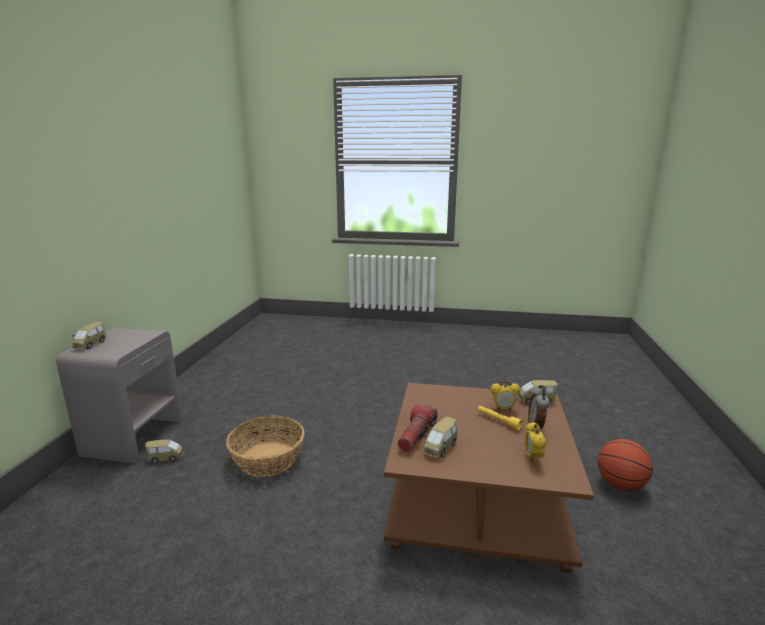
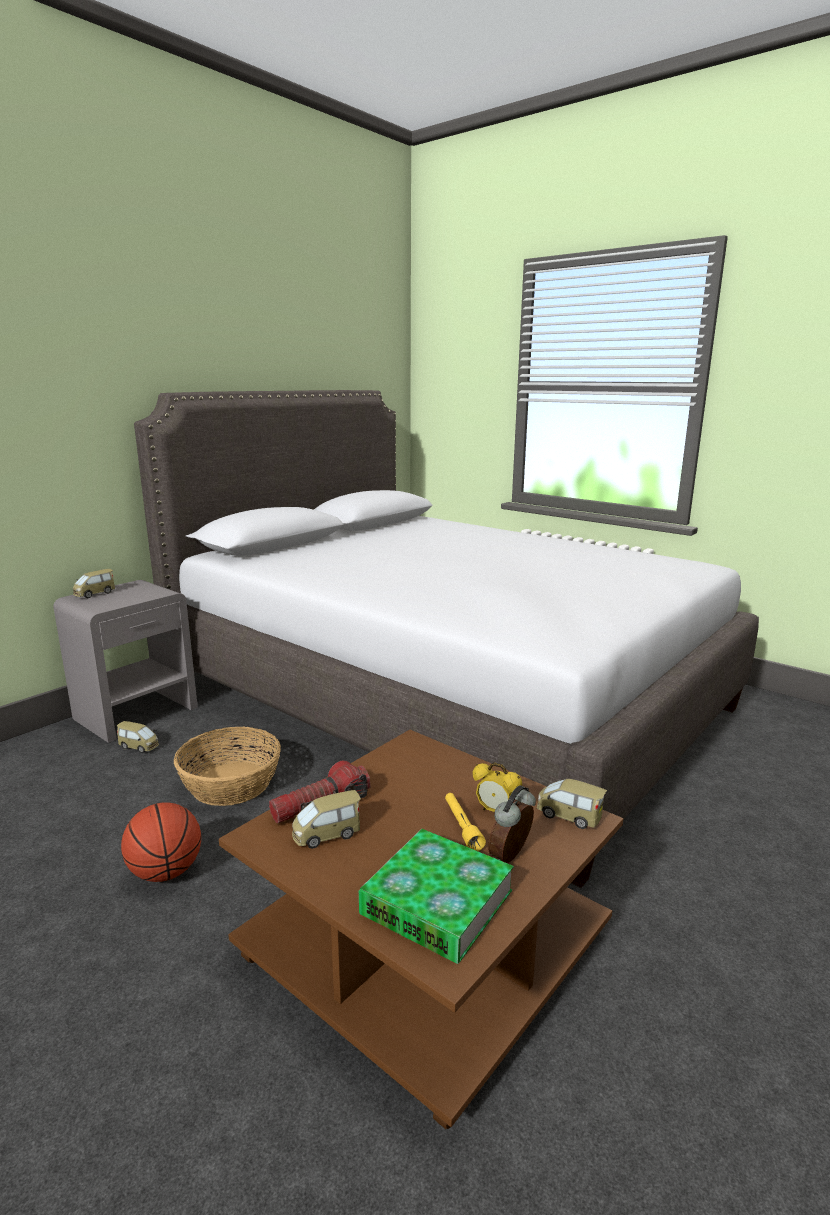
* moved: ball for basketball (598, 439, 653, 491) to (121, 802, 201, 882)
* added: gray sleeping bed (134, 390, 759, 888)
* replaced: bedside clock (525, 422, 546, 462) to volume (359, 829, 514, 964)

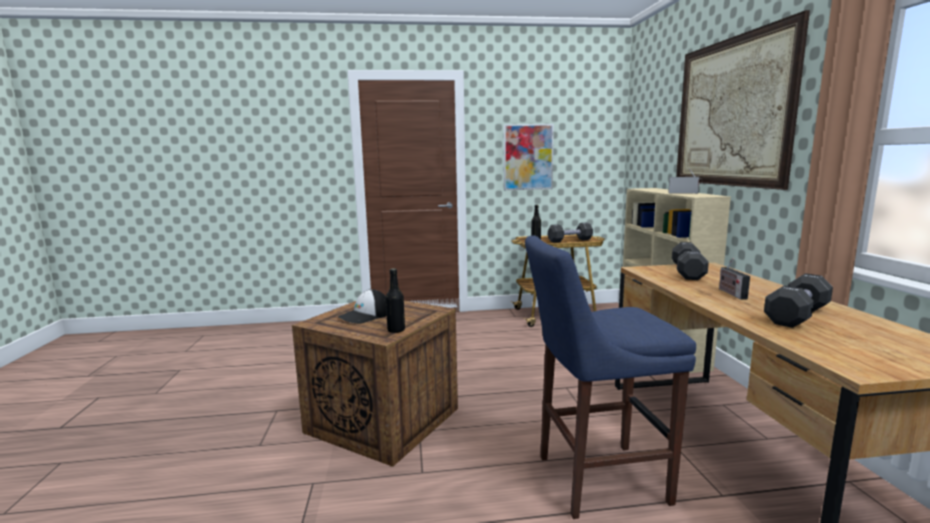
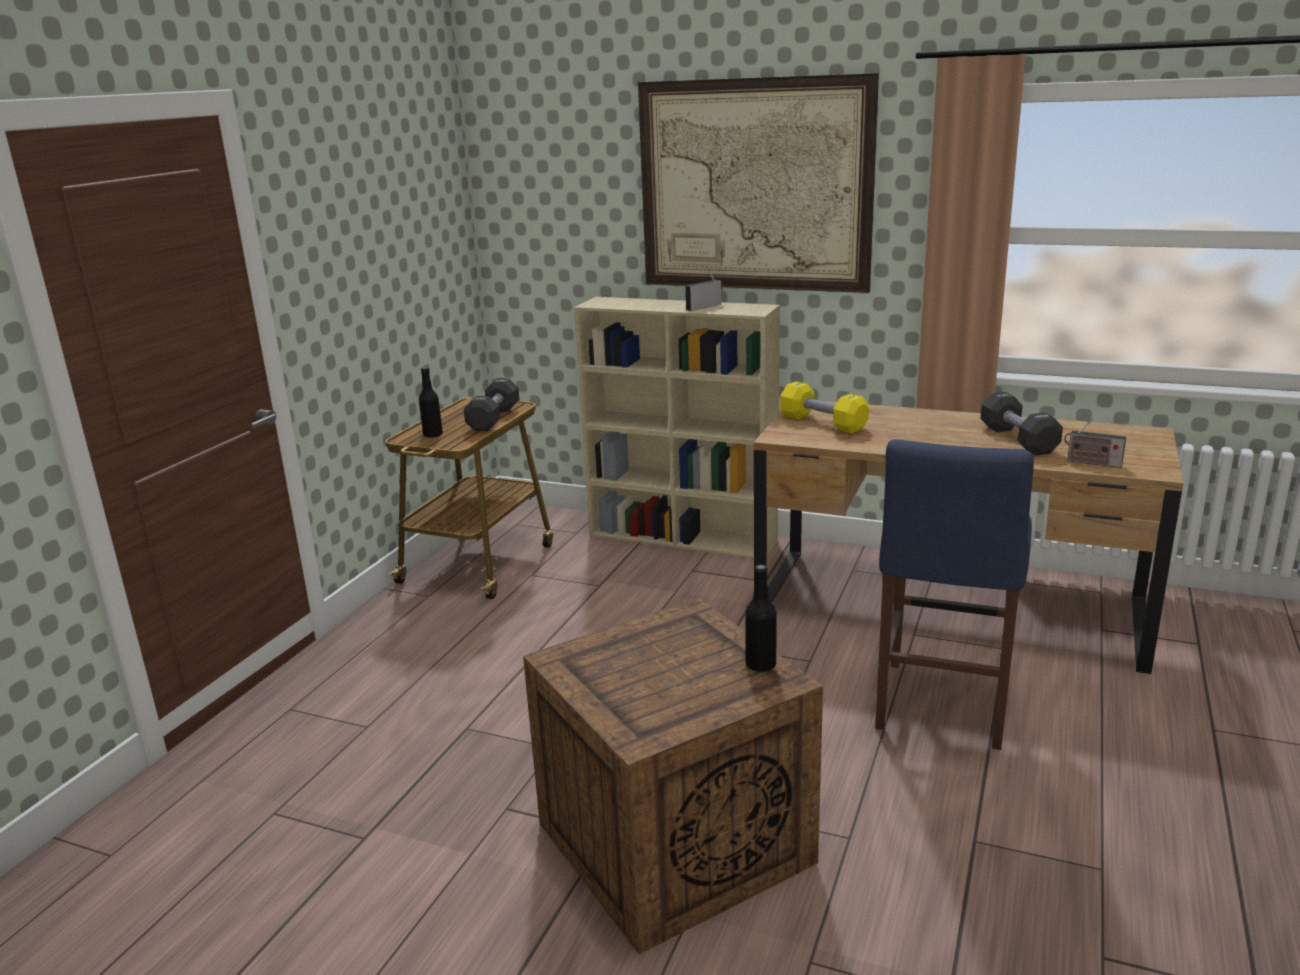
* recoloured: black free weight (672, 242, 709, 280) to yellowish free weight (780, 381, 869, 434)
* moved: radio receiver (719, 258, 750, 300) to (1064, 418, 1126, 468)
* removed: cap (338, 289, 387, 324)
* removed: wall picture (504, 124, 554, 190)

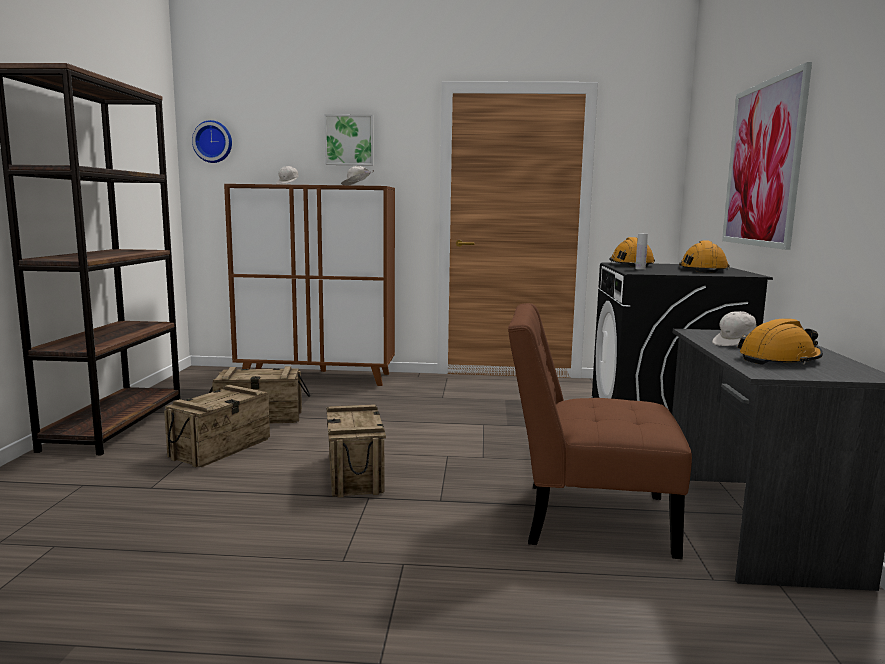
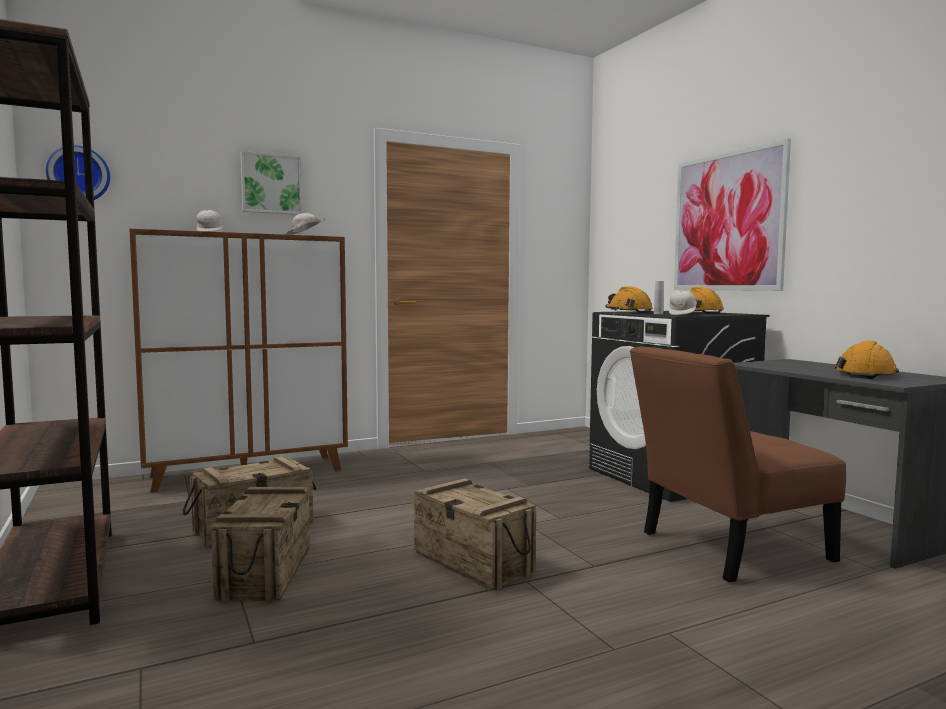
* moved: white-coloured cap (712, 311, 756, 346) to (669, 290, 697, 315)

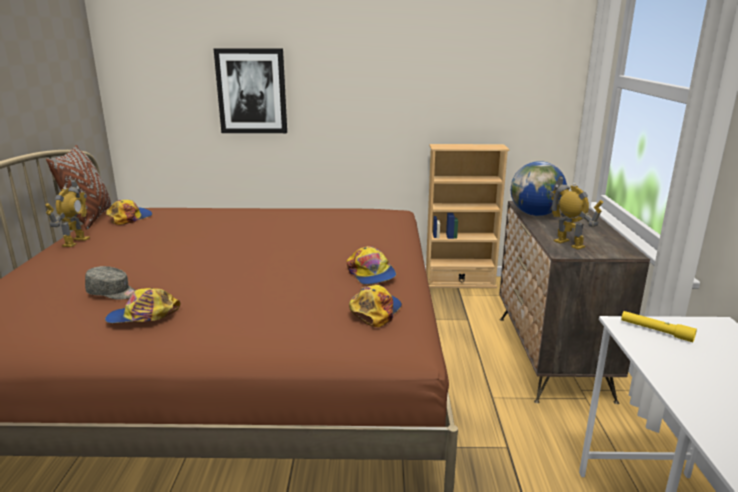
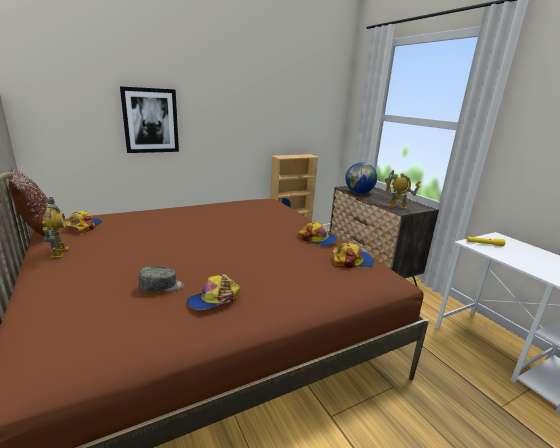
* turned: cap (349, 285, 402, 327) = (333, 242, 374, 268) 90 degrees clockwise

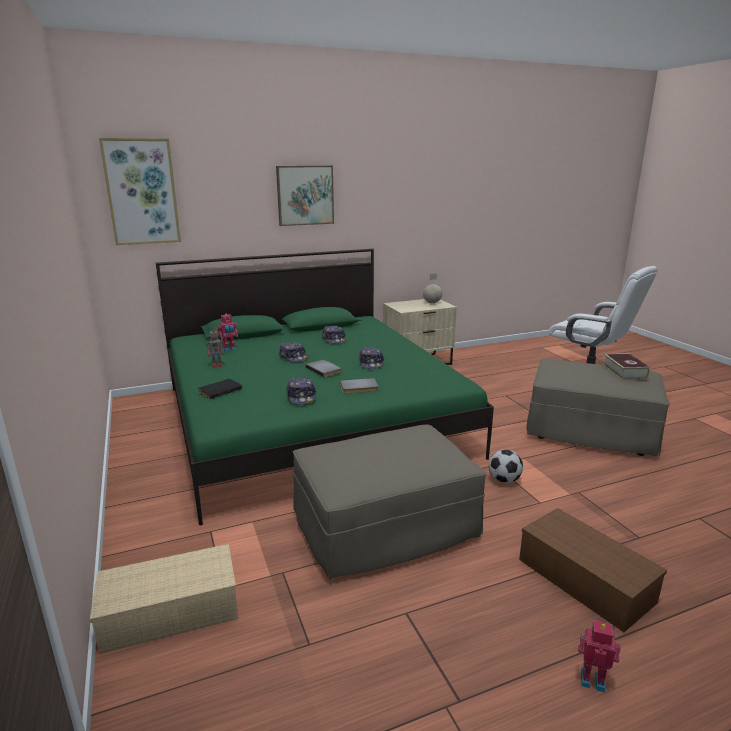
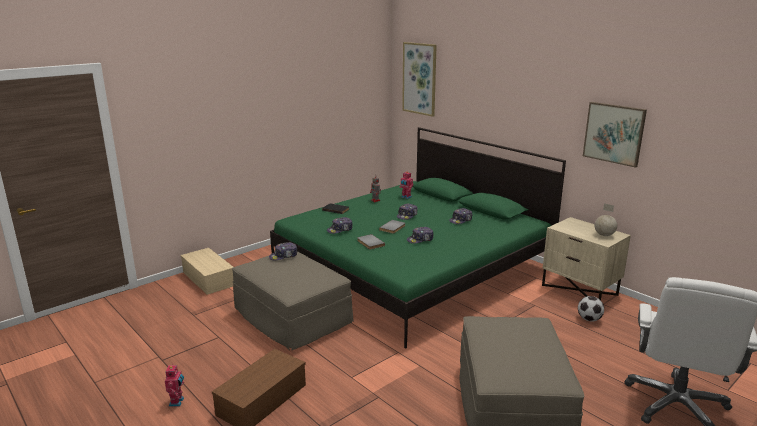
* added: cap (269, 242, 297, 260)
* moved: football (489, 449, 523, 483) to (578, 296, 604, 322)
* moved: wall picture (276, 166, 334, 226) to (583, 102, 647, 168)
* removed: volume (603, 353, 650, 380)

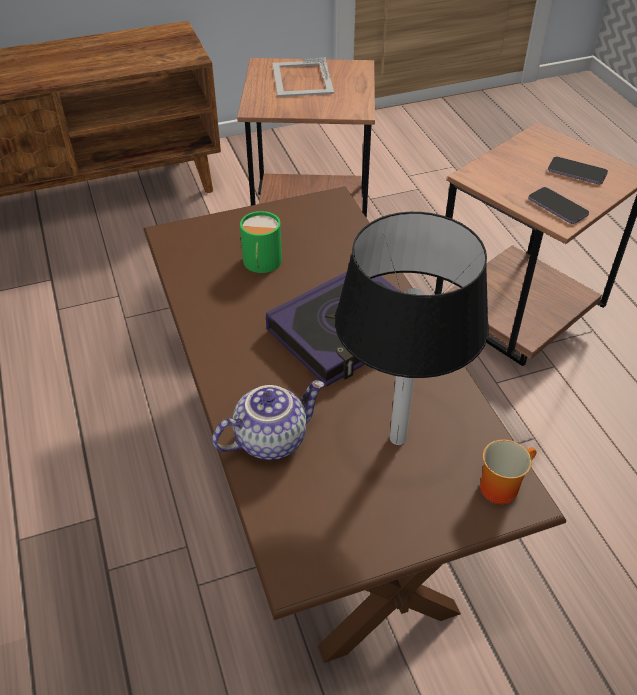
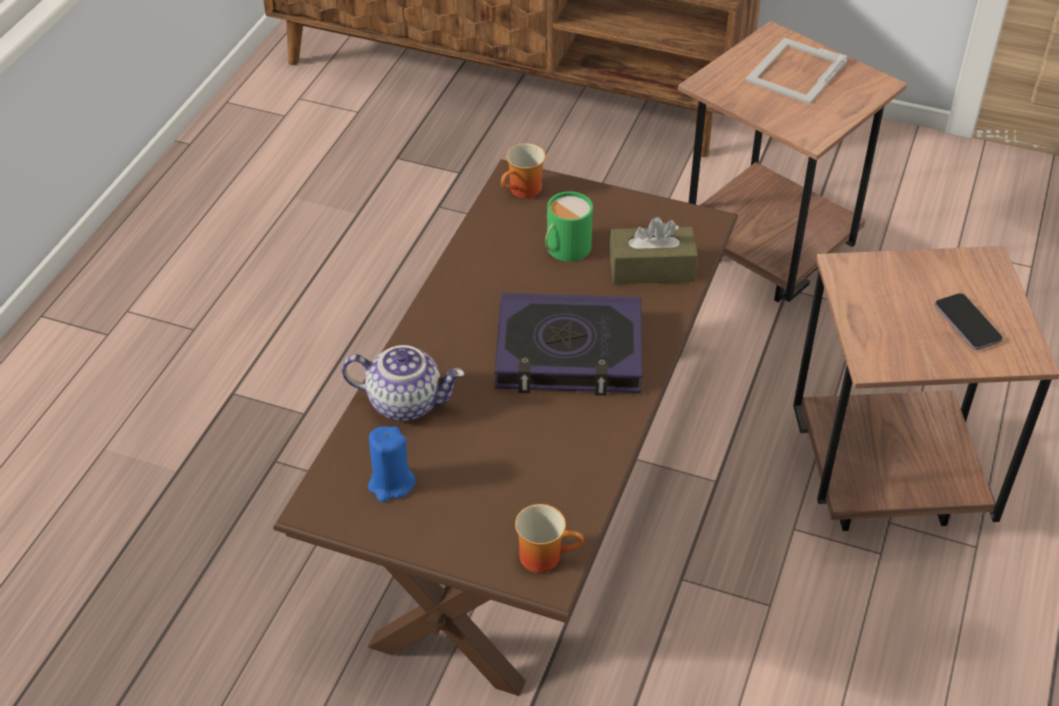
* added: blue-coloured wax light (368, 426, 416, 502)
* added: mug (501, 143, 546, 198)
* added: brown-coloured box of tissues (609, 217, 698, 284)
* removed: black lamp for a table (335, 212, 489, 445)
* removed: telephone (528, 187, 589, 224)

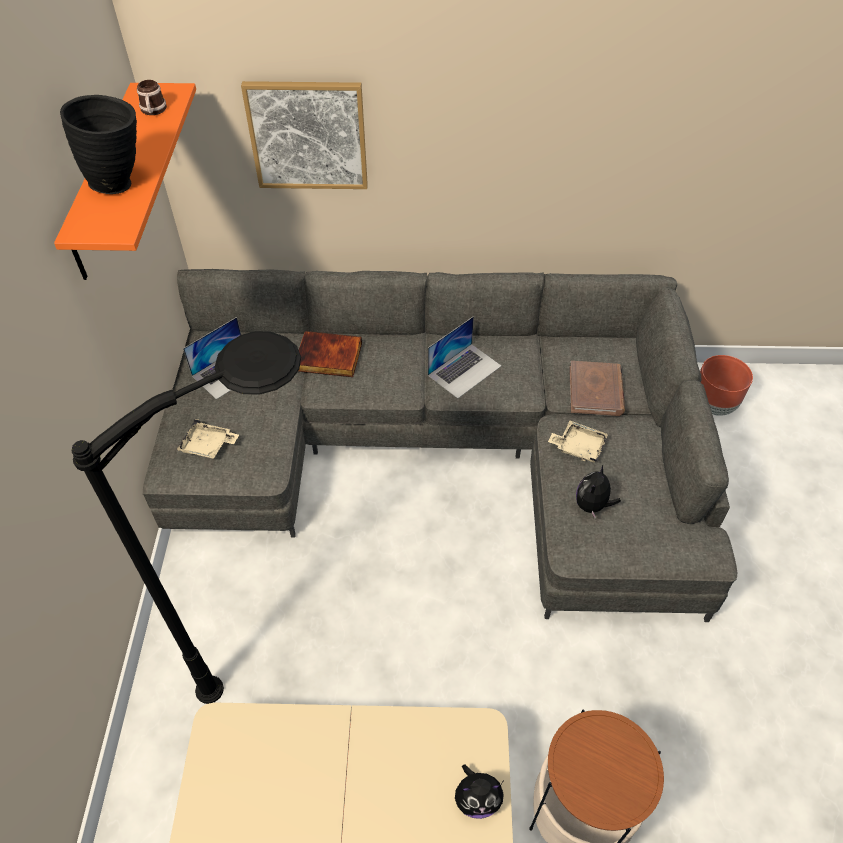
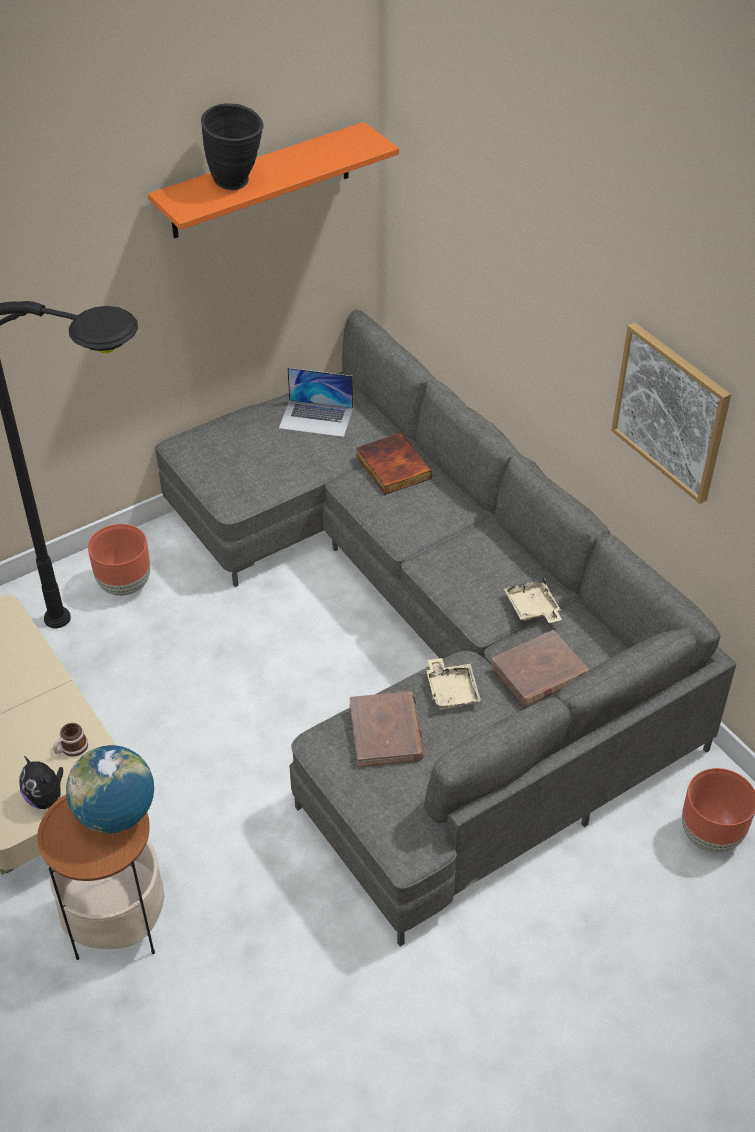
* moved: mug (137, 80, 167, 115) to (53, 723, 88, 757)
* added: world globe (66, 745, 154, 833)
* added: brown-coloured plant pot (88, 524, 150, 596)
* replaced: soft toy (576, 465, 621, 519) to brown-coloured volume (349, 691, 425, 767)
* moved: beige-coloured carrying tray (176, 419, 239, 459) to (503, 576, 562, 623)
* moved: wall picture (241, 81, 368, 189) to (611, 323, 731, 504)
* removed: laptop (428, 316, 501, 399)

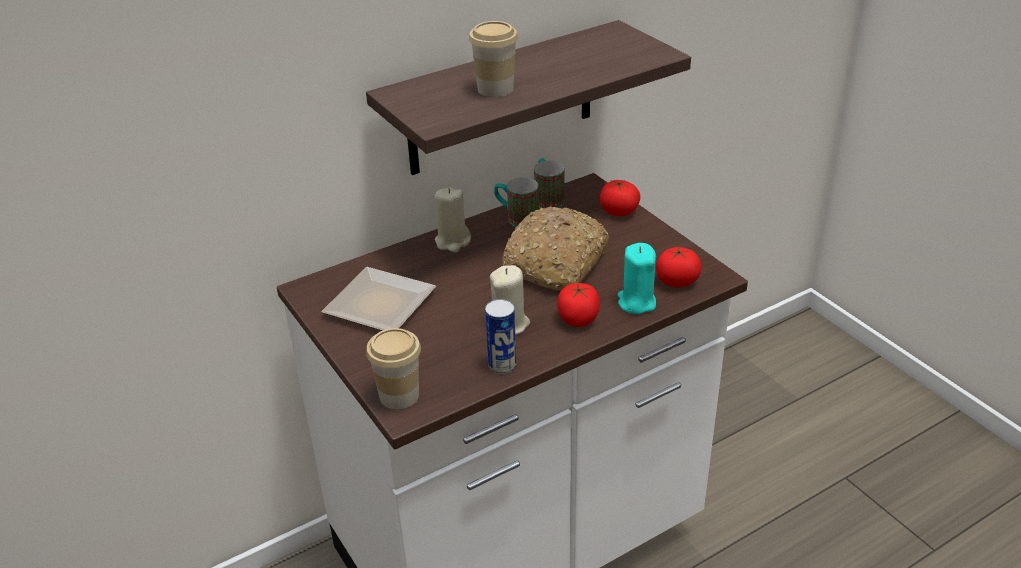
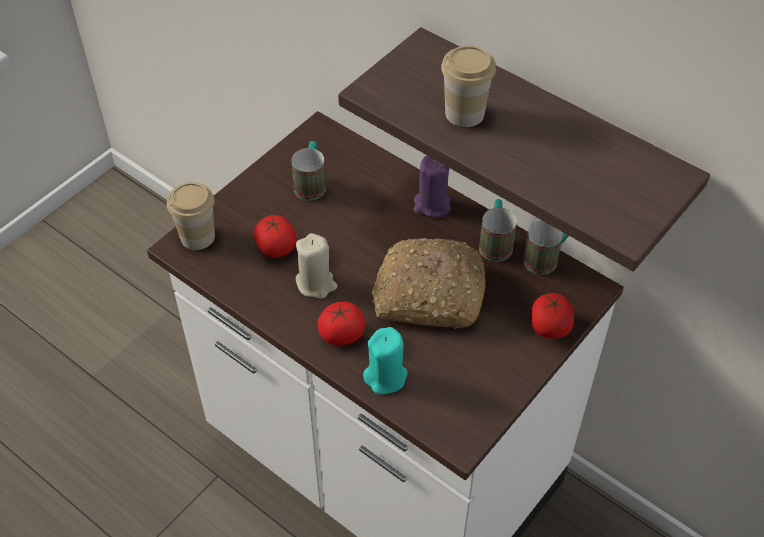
* moved: tomato (656, 247, 701, 288) to (254, 215, 297, 258)
* replaced: flat dish (321, 267, 436, 331) to mug (292, 141, 326, 201)
* recoloured: beige-coloured wax light (434, 188, 471, 252) to purple-coloured wax light (414, 155, 451, 218)
* removed: sealed can (485, 299, 516, 374)

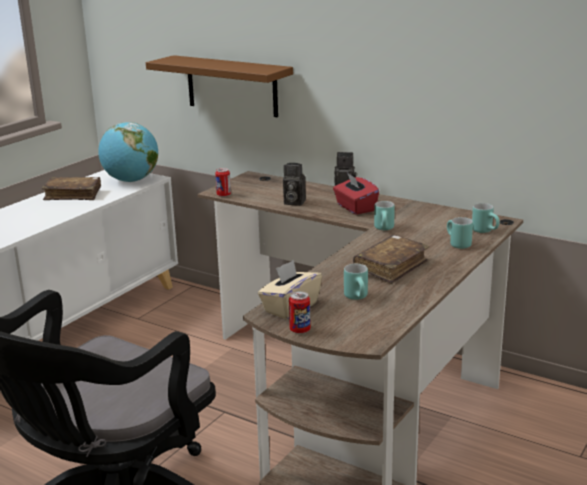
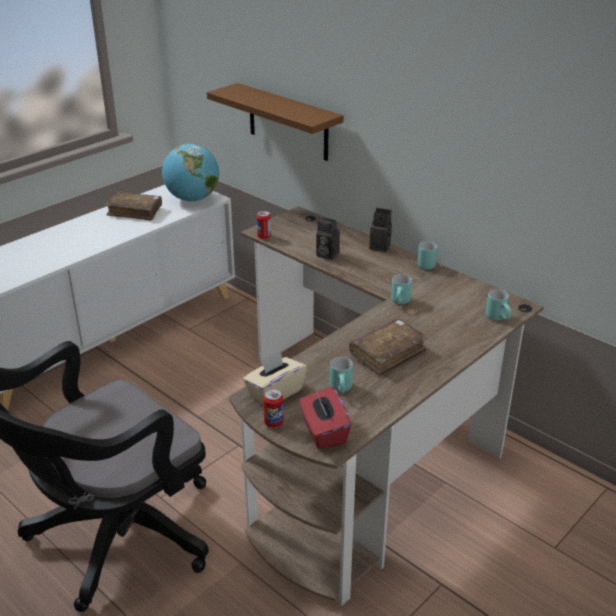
* moved: red box of tissues (333, 173, 379, 215) to (299, 387, 351, 449)
* moved: turquoise-coloured mug (447, 217, 473, 249) to (418, 242, 437, 270)

